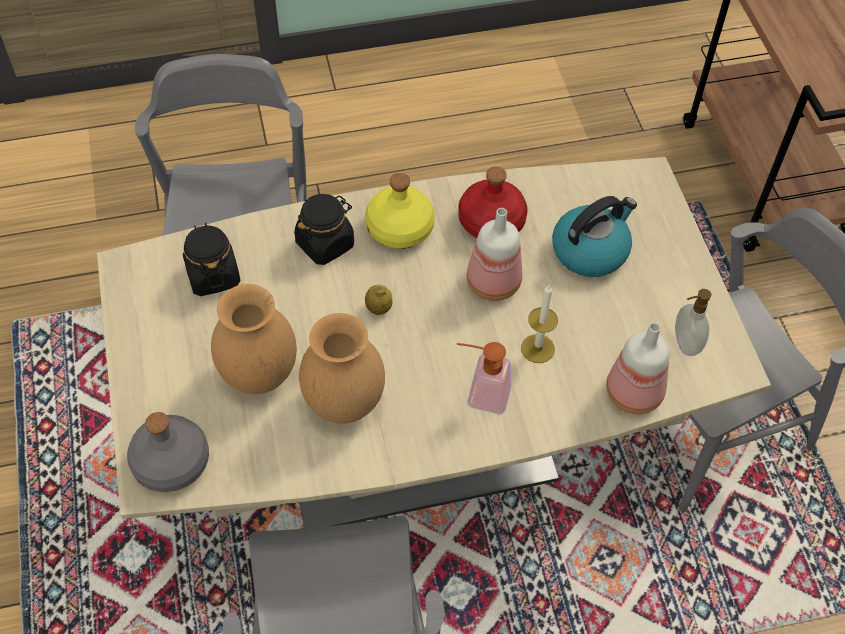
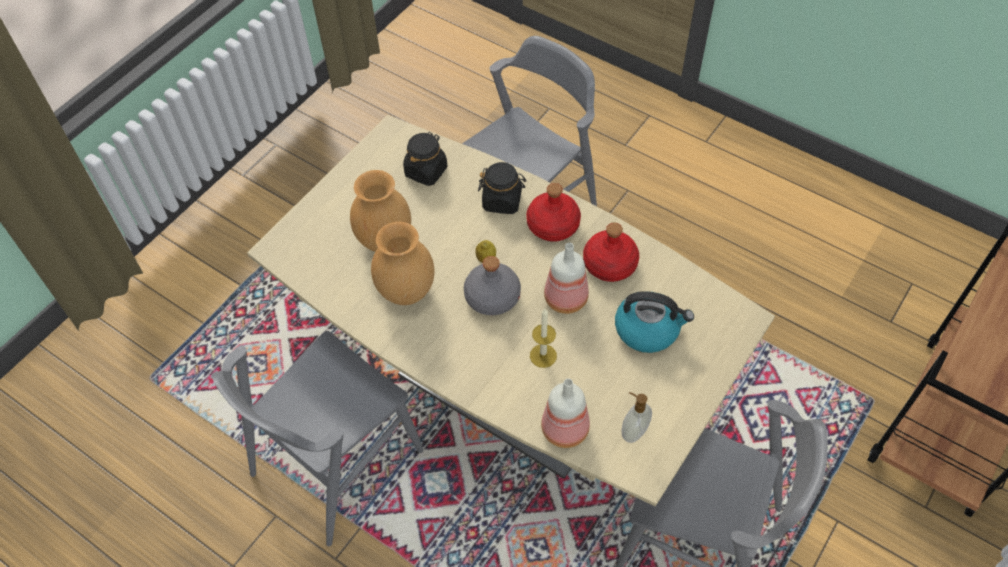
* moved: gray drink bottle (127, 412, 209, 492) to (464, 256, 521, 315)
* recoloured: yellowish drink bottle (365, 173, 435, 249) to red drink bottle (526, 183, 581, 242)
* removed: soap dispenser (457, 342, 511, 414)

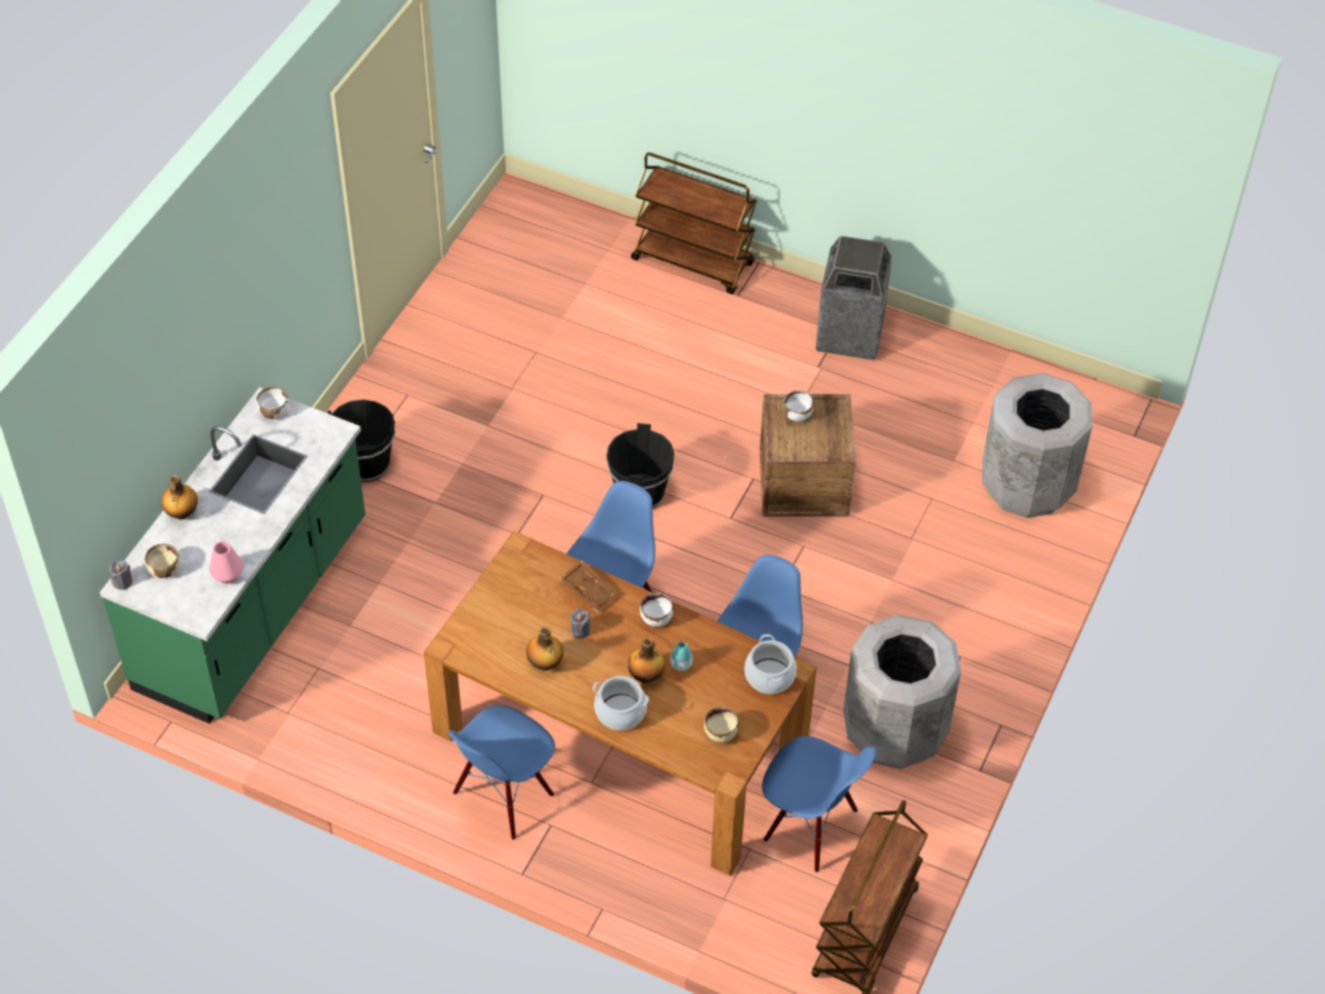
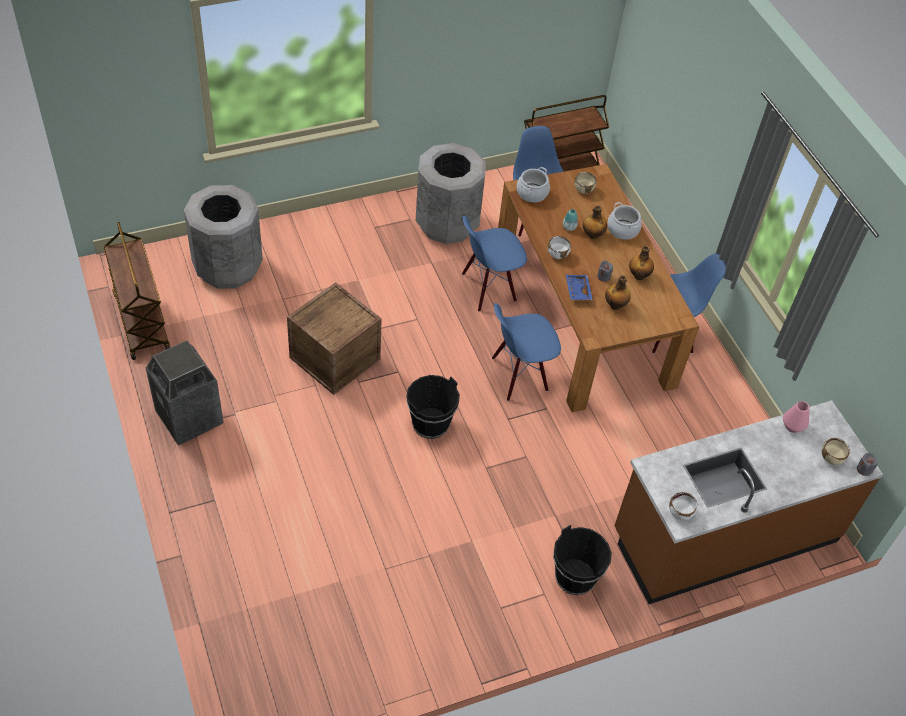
* moved: brown-coloured cart (631, 152, 757, 294) to (103, 222, 170, 360)
* recoloured: brown-coloured carrying tray (559, 560, 620, 613) to blue-coloured carrying tray (566, 275, 593, 300)
* moved: drink bottle (162, 475, 198, 520) to (605, 275, 631, 310)
* recoloured: greenish kitchen base unit (100, 387, 365, 724) to brown-coloured kitchen base unit (614, 400, 883, 604)
* removed: white-coloured serving bowl (783, 390, 813, 422)

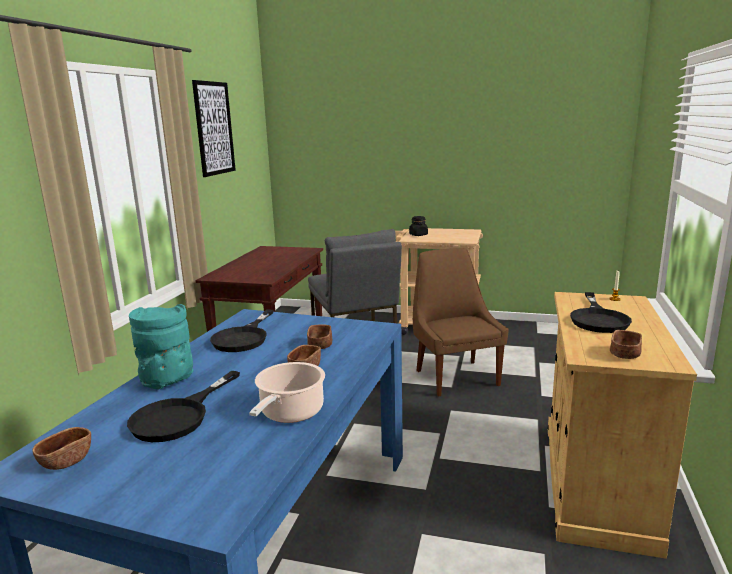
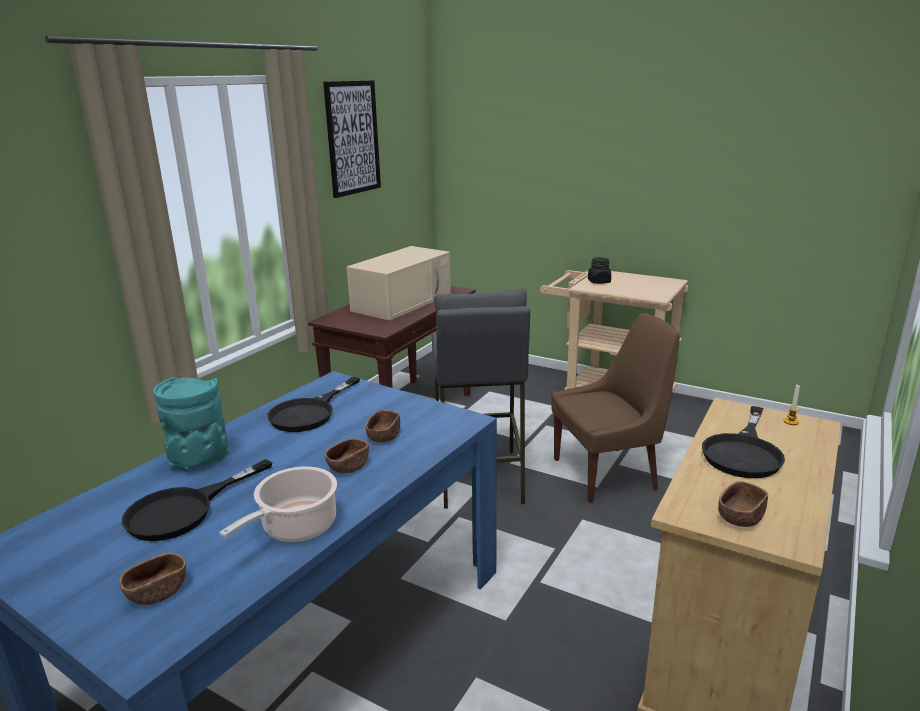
* moved: brown-coloured serving bowl (32, 427, 91, 470) to (119, 553, 186, 605)
* added: beige-coloured microwave (347, 246, 451, 321)
* turned: brown-coloured chair (413, 248, 509, 397) = (551, 313, 680, 503) 75 degrees clockwise

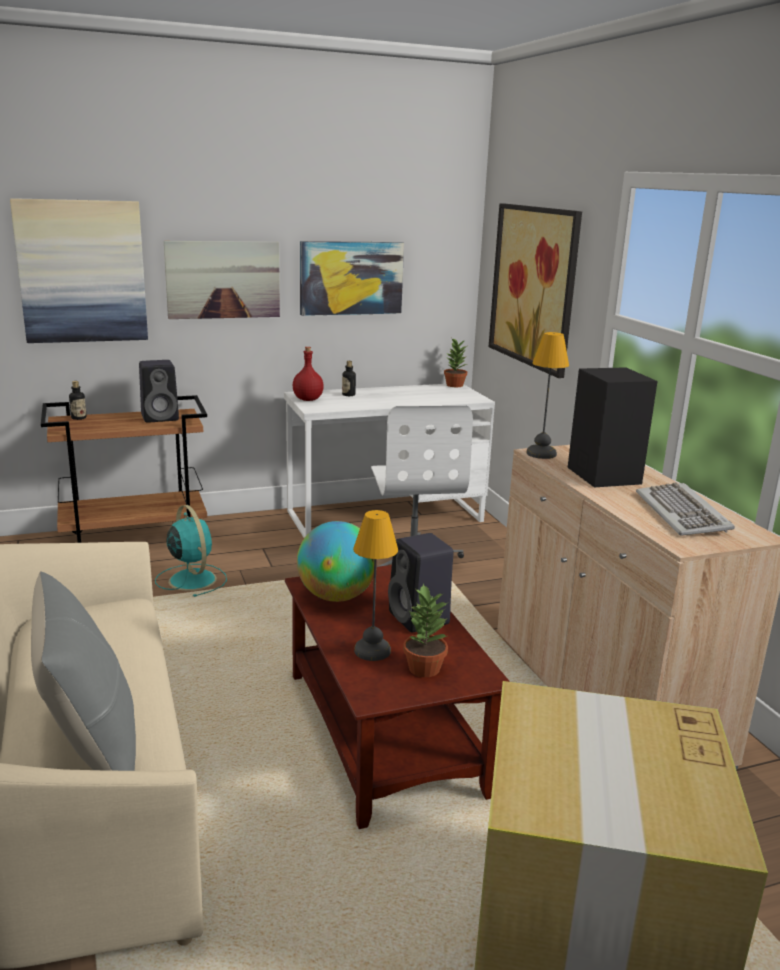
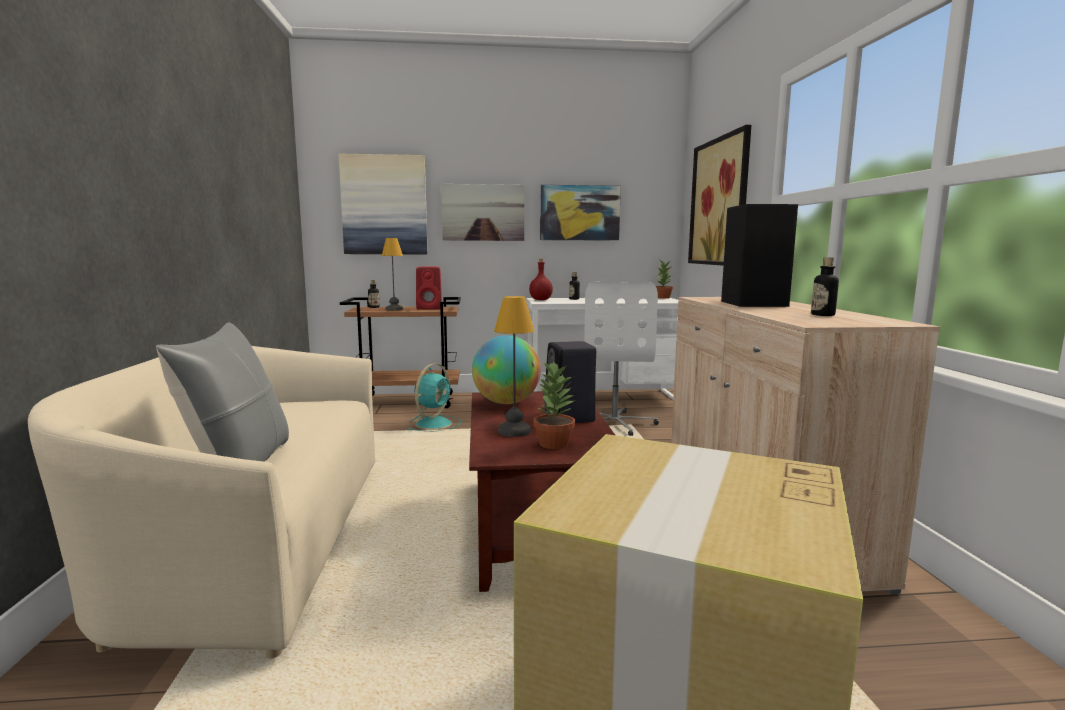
* moved: lamp for a table (526, 332, 569, 459) to (382, 238, 403, 311)
* turned: turquoise-coloured electric fan (155, 505, 227, 597) = (408, 363, 461, 431) 45 degrees clockwise
* recoloured: black audio speaker (139, 360, 179, 423) to red audio speaker (416, 267, 442, 310)
* replaced: keyboard (636, 482, 735, 536) to drink bottle (811, 257, 839, 316)

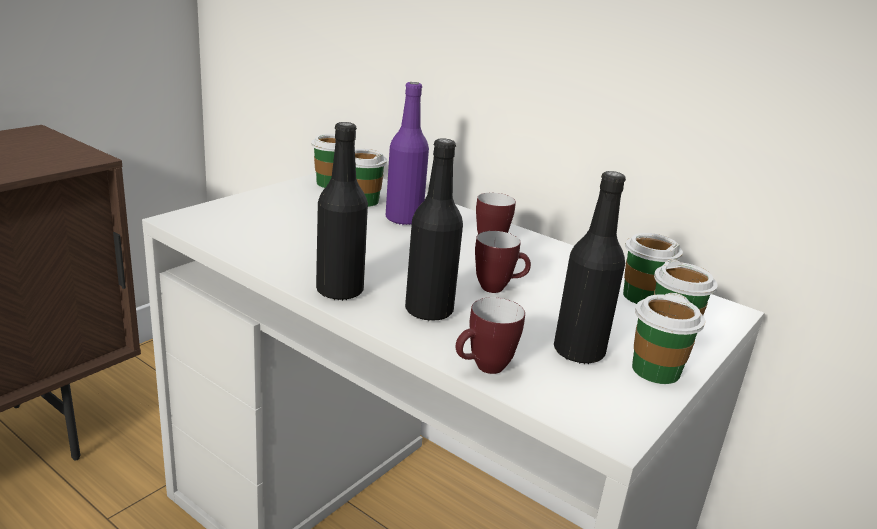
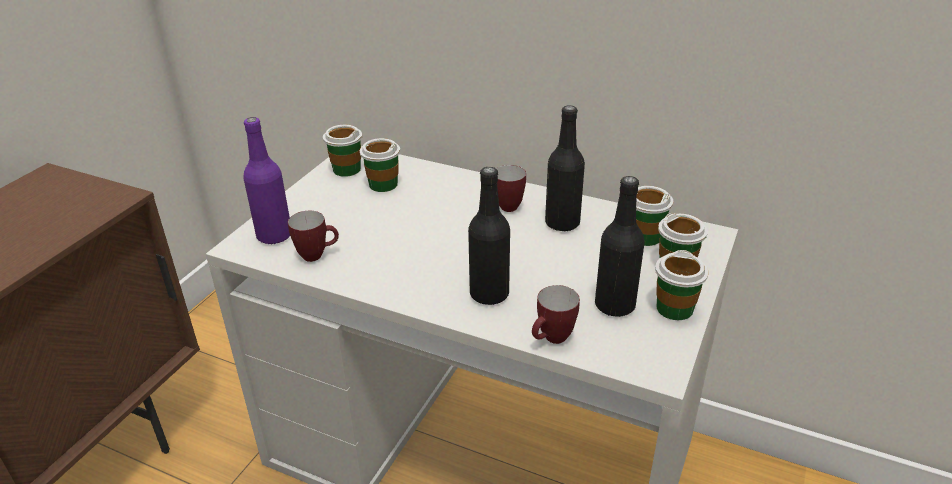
* moved: purple-coloured drink bottle (386, 82, 429, 225) to (243, 117, 290, 244)
* moved: mug (475, 231, 531, 293) to (288, 211, 339, 262)
* moved: black drink bottle (316, 122, 368, 301) to (545, 105, 585, 231)

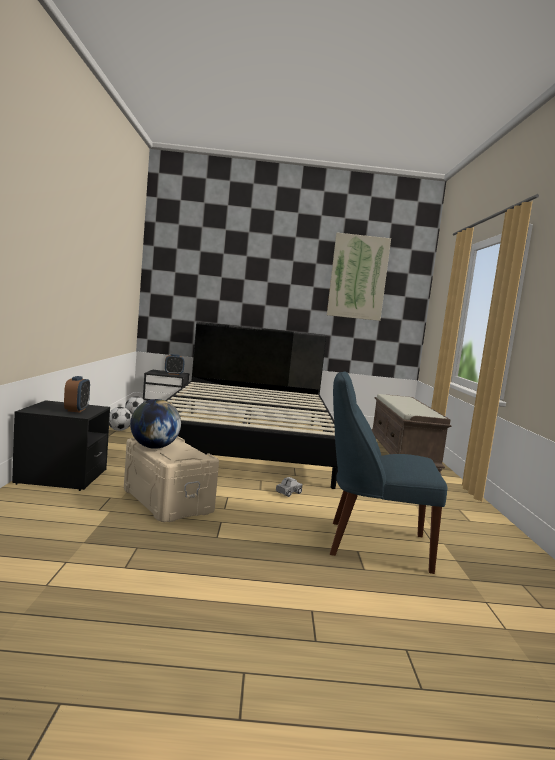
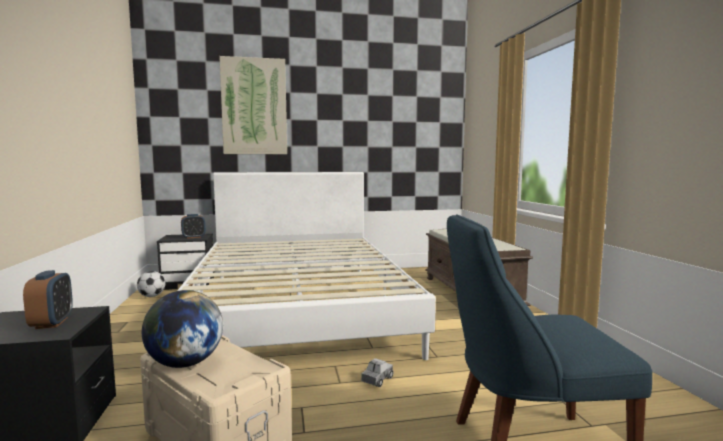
* recoloured: black sleeping bed (165, 321, 338, 489) to white-coloured sleeping bed (177, 172, 436, 360)
* moved: wall picture (327, 233, 391, 321) to (219, 56, 287, 154)
* removed: football (109, 407, 132, 431)

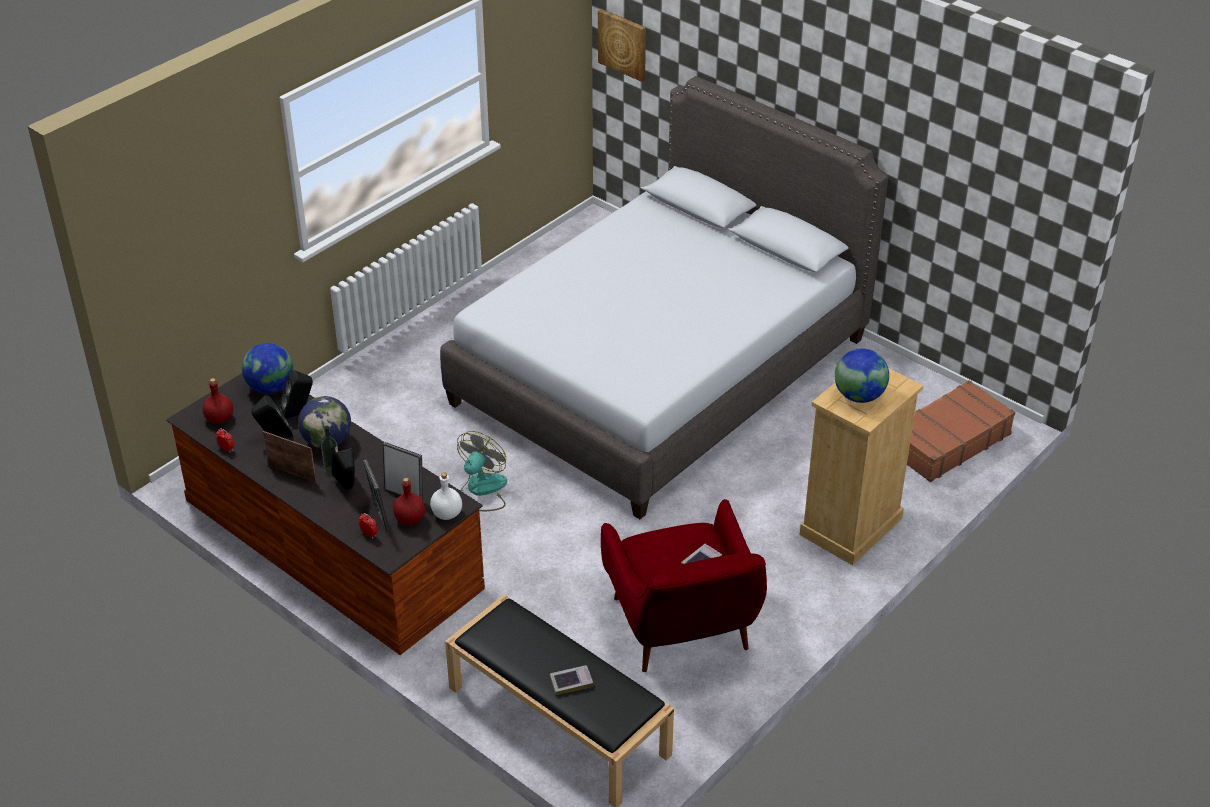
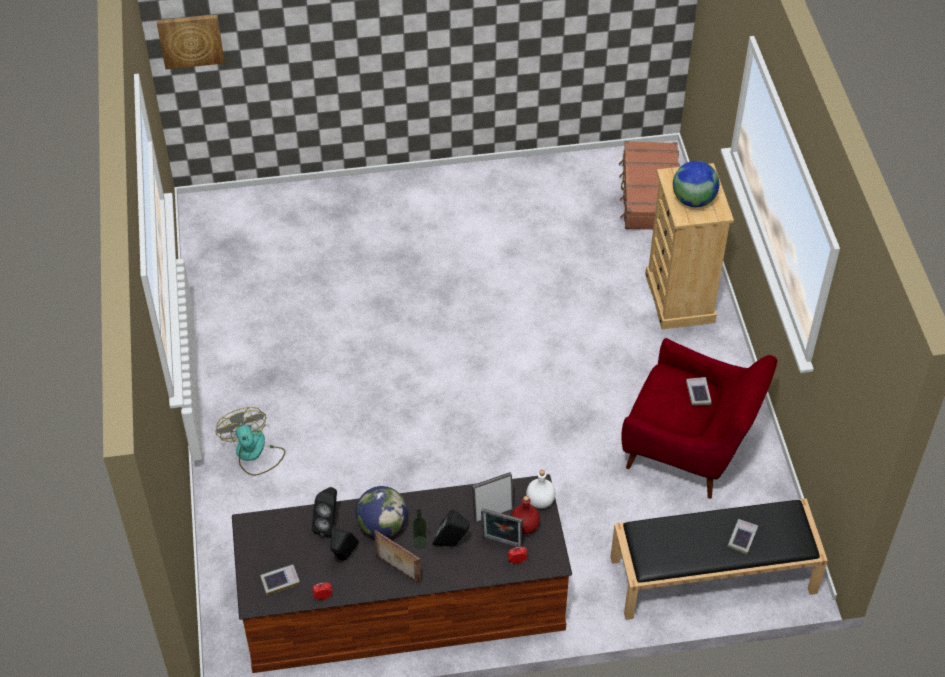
* moved: electric fan (457, 431, 507, 511) to (215, 407, 286, 476)
* replaced: red drink bottle (203, 378, 233, 424) to volume (260, 565, 300, 595)
* turned: photo frame (263, 431, 317, 483) = (374, 530, 421, 583) 120 degrees counterclockwise
* removed: world globe (242, 343, 294, 394)
* removed: gray sleeping bed (440, 76, 889, 519)

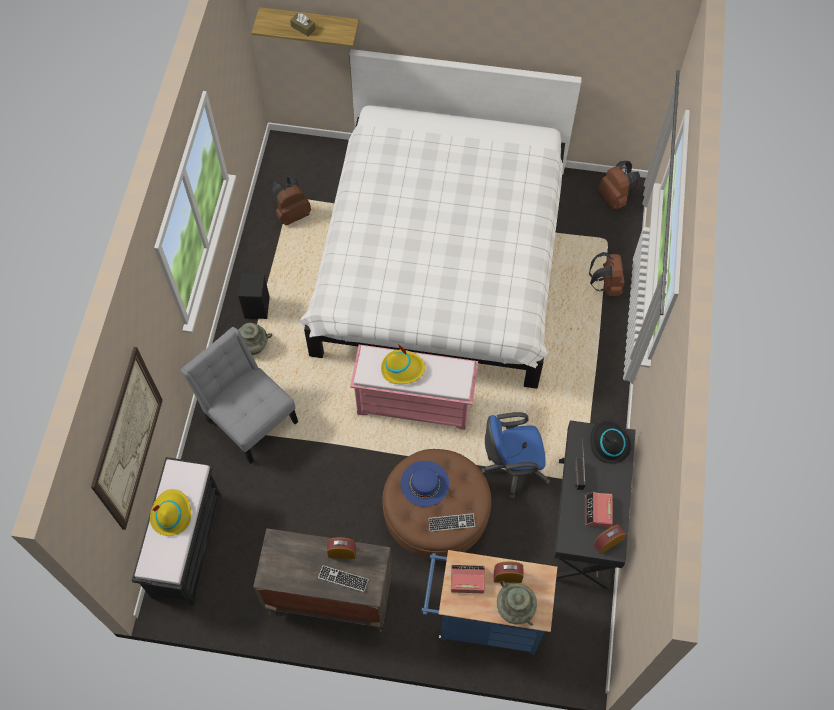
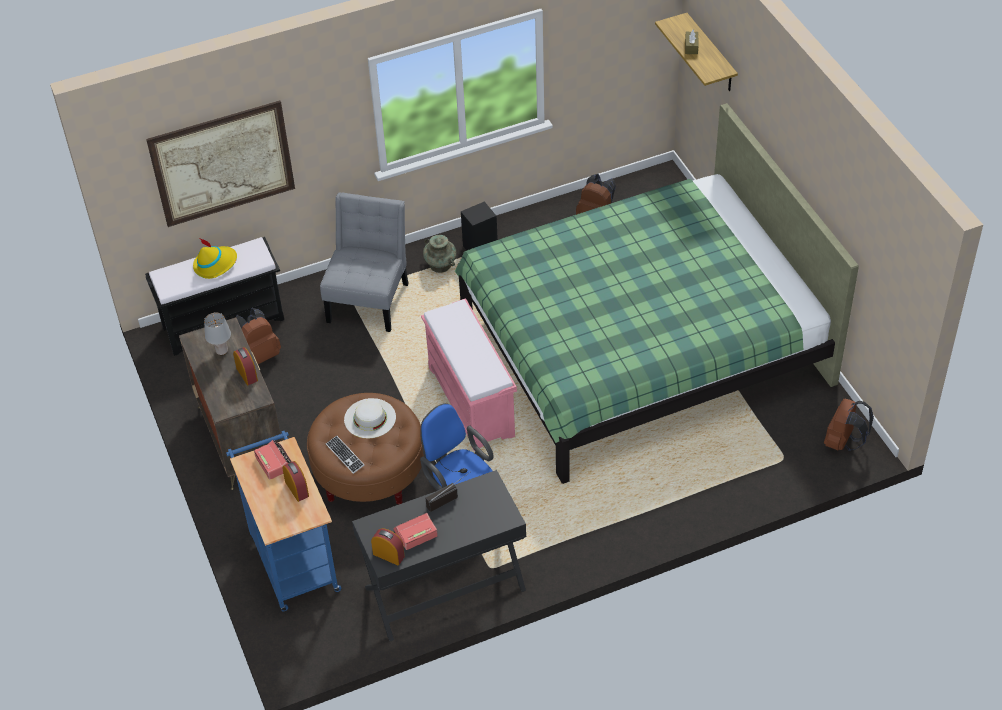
* added: gray lamp for a table (204, 312, 231, 355)
* moved: brown-coloured rucksack (589, 252, 624, 296) to (236, 308, 281, 364)
* recoloured: blue-coloured wearable hat (401, 461, 449, 507) to white-coloured wearable hat (344, 398, 396, 438)
* recoloured: white-coloured sleeping bed (299, 49, 582, 389) to greenish sleeping bed (455, 103, 859, 484)
* removed: keyboard (318, 566, 369, 592)
* removed: yellowish wearable hat (381, 344, 425, 384)
* removed: turquoise-coloured vase (497, 581, 537, 626)
* removed: black wearable hat (590, 419, 631, 464)

